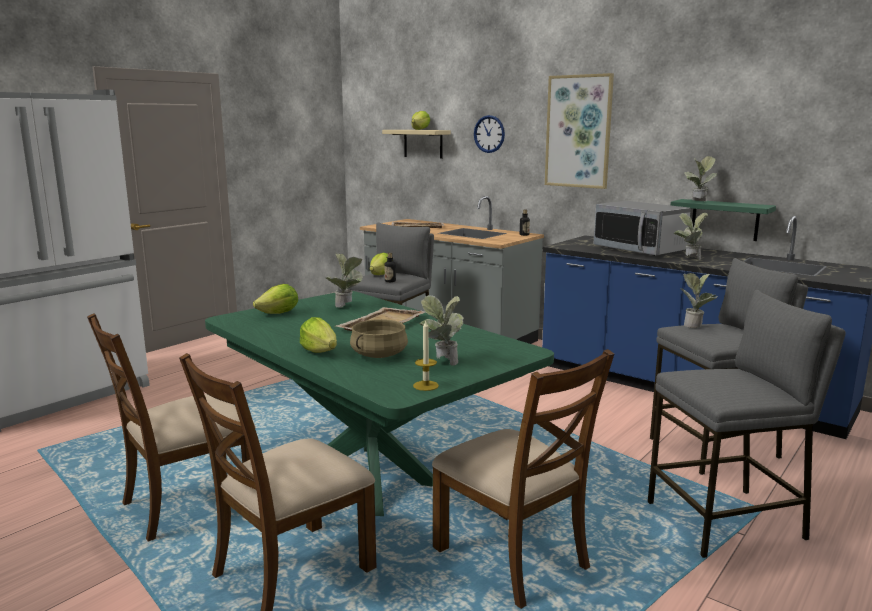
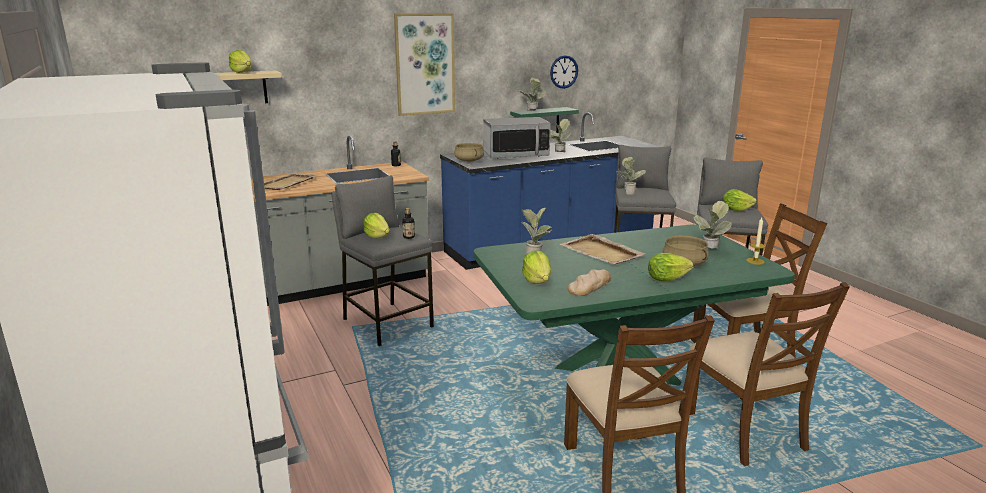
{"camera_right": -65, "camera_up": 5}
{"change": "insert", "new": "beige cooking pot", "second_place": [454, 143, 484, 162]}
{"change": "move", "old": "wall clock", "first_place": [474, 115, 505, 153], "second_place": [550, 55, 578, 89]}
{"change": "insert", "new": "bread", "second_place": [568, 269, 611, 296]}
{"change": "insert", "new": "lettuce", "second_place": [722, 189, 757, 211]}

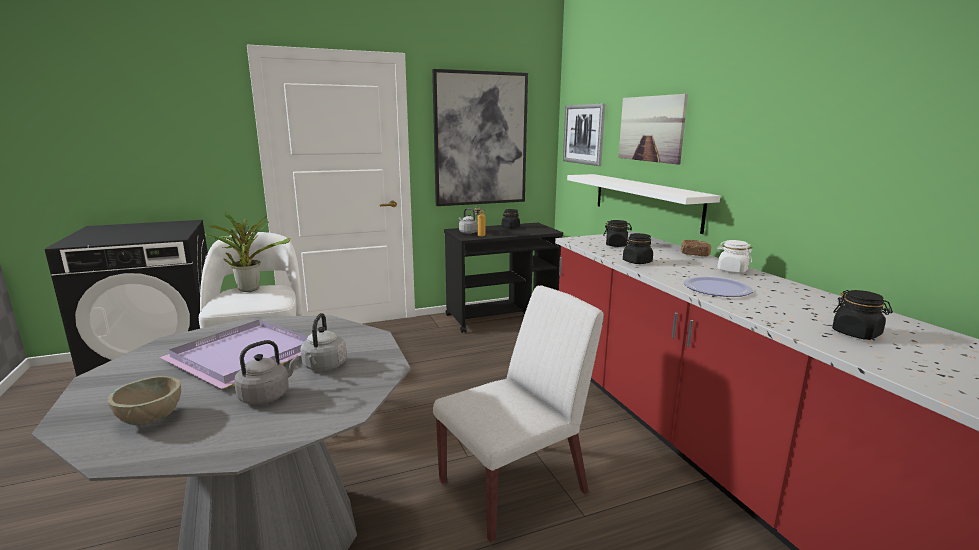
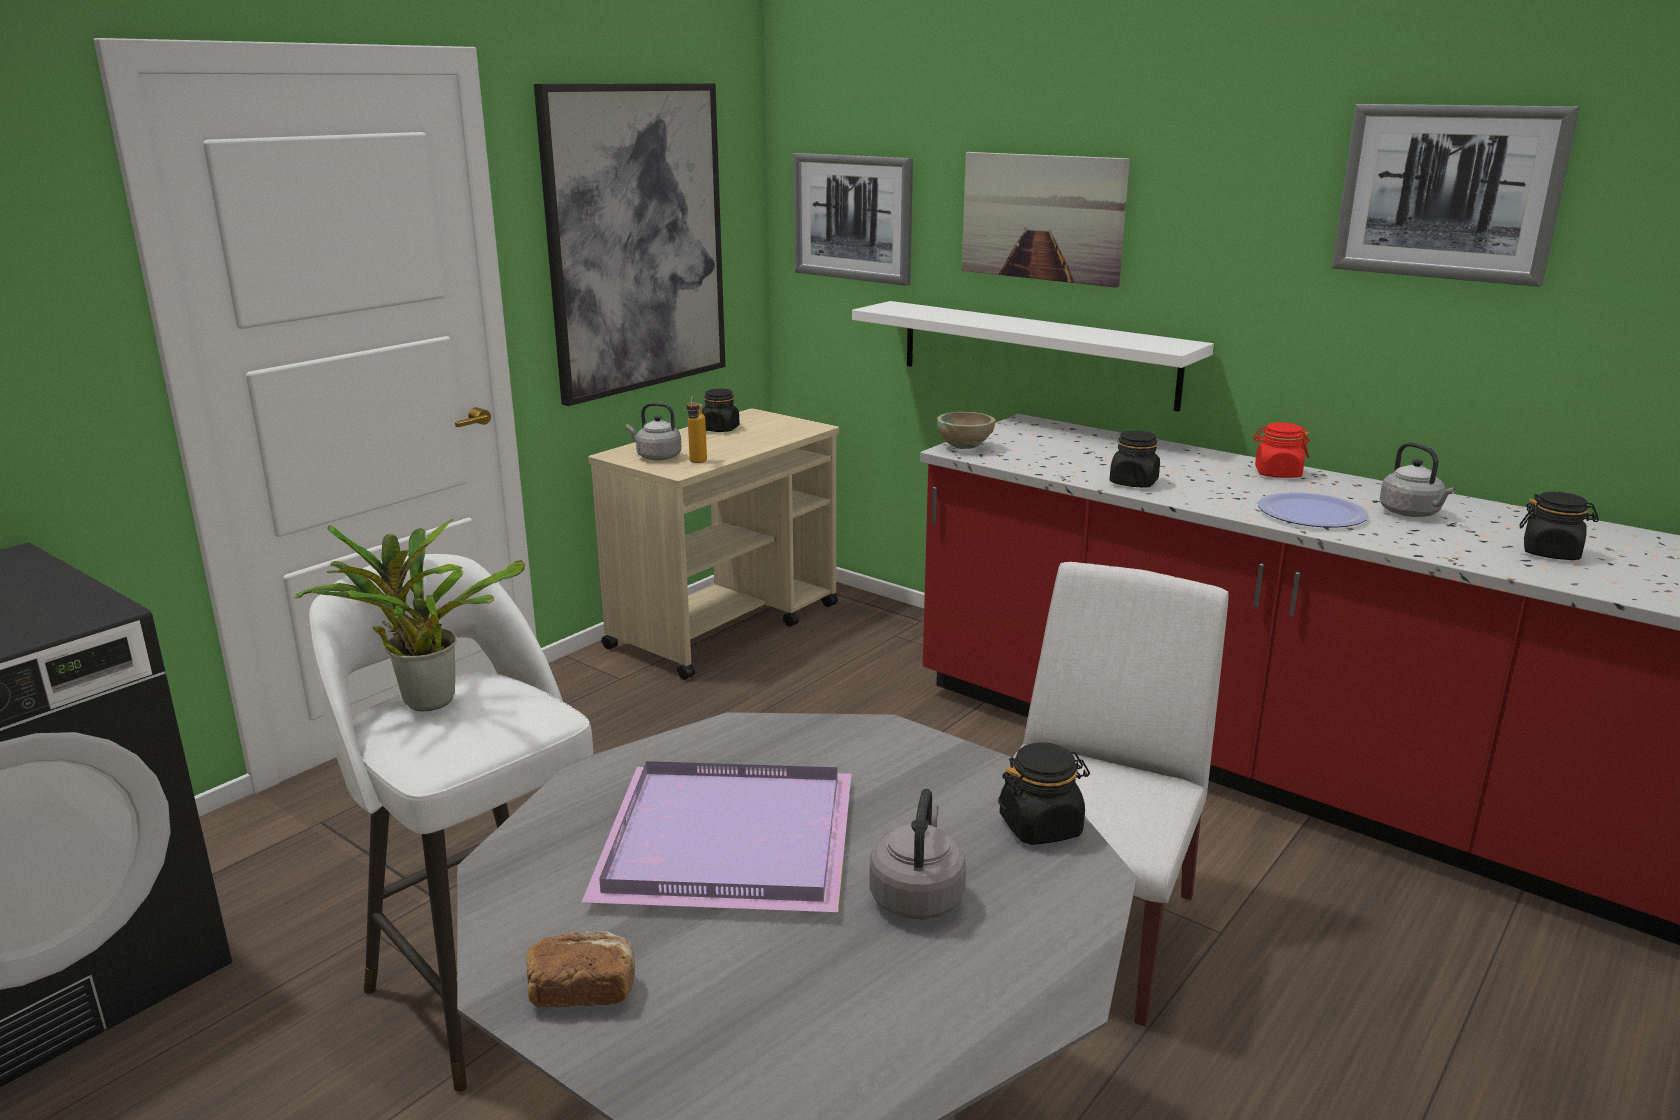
{"camera_right": -30, "camera_up": 5}
{"change": "move", "old": "bread", "first_place": [681, 240, 711, 257], "second_place": [526, 931, 635, 1007]}
{"change": "recolor", "old": "black cart", "new": "beige cart", "first_place": [444, 223, 563, 333], "second_place": [588, 408, 839, 680]}
{"change": "move", "old": "beige bowl", "first_place": [108, 376, 181, 425], "second_place": [937, 412, 995, 449]}
{"change": "move", "old": "black jar", "first_place": [603, 220, 632, 247], "second_place": [998, 742, 1090, 845]}
{"change": "recolor", "old": "white jar", "new": "red jar", "first_place": [717, 240, 753, 273], "second_place": [1253, 422, 1310, 478]}
{"change": "insert", "new": "picture", "second_place": [1332, 104, 1580, 287]}
{"change": "move", "old": "grey kettle", "first_place": [300, 313, 347, 371], "second_place": [1380, 442, 1456, 517]}

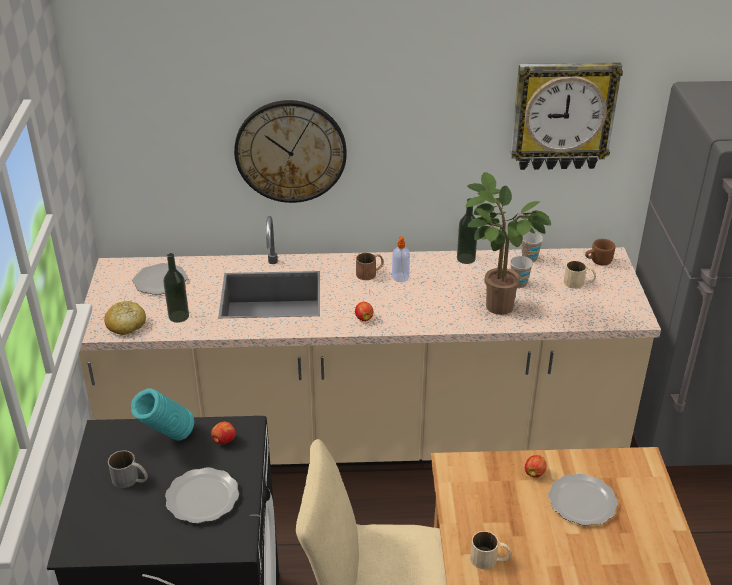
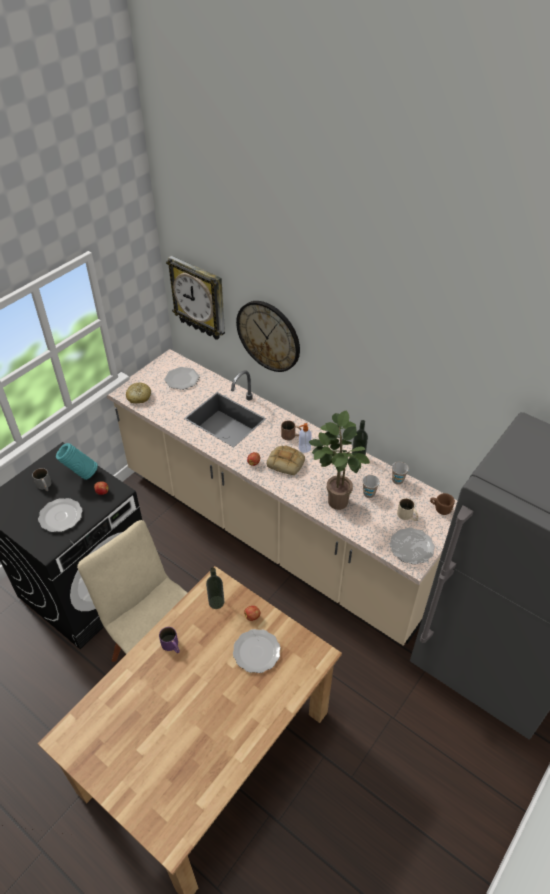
{"camera_right": 40, "camera_up": 10}
{"change": "recolor", "old": "beige mug", "new": "purple mug", "first_place": [470, 531, 511, 569], "second_place": [159, 627, 180, 653]}
{"change": "move", "old": "wall clock", "first_place": [510, 62, 623, 170], "second_place": [166, 256, 225, 340]}
{"change": "move", "old": "bottle", "first_place": [163, 253, 189, 323], "second_place": [206, 567, 224, 609]}
{"change": "insert", "new": "bread", "second_place": [267, 445, 305, 475]}
{"change": "insert", "new": "plate", "second_place": [390, 528, 435, 564]}

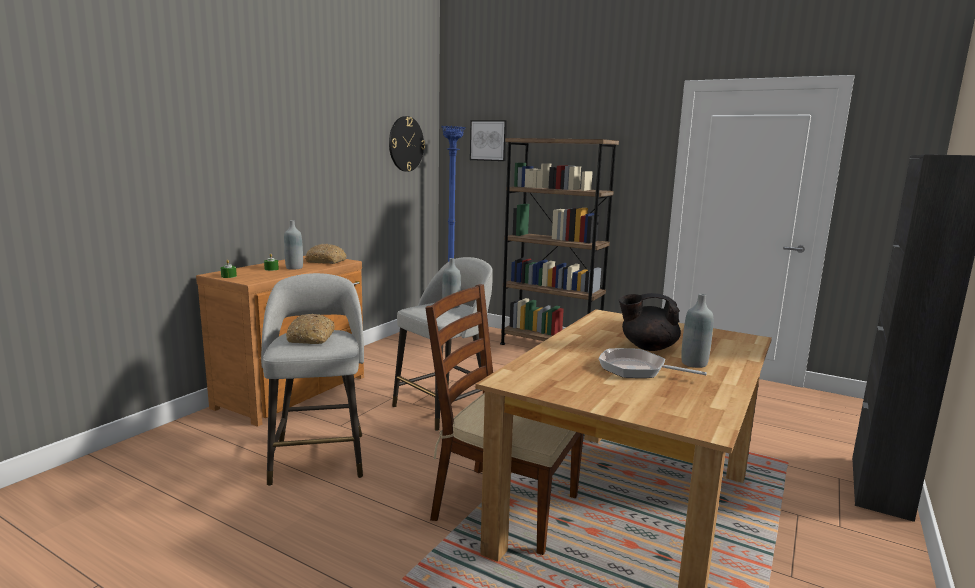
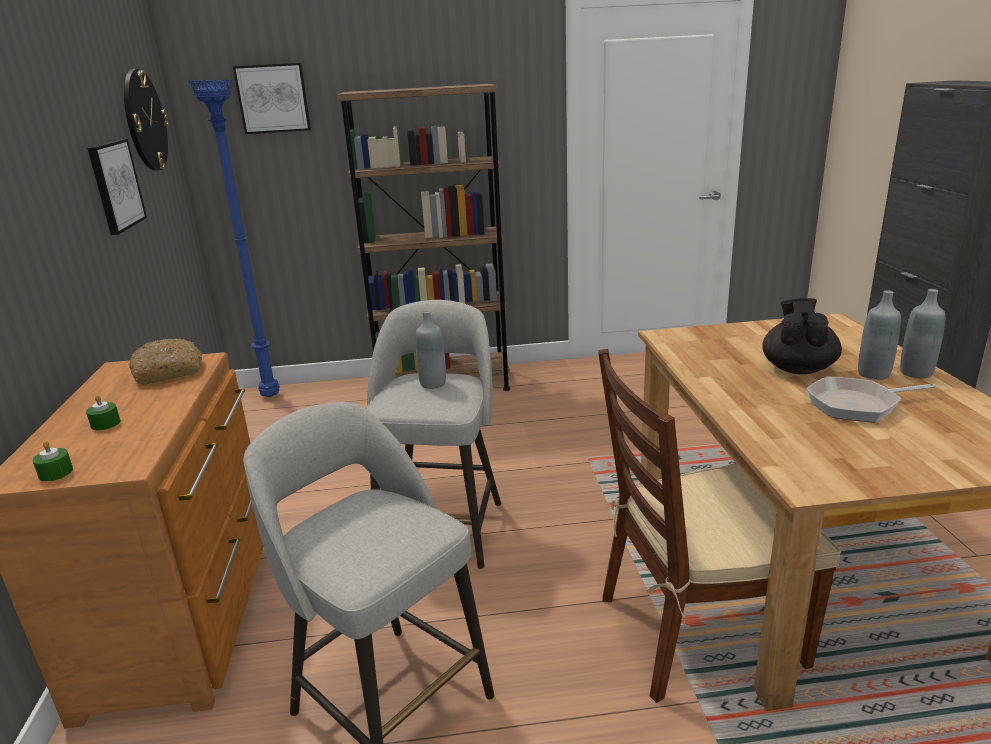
{"camera_right": -35, "camera_up": 10}
{"change": "insert", "new": "picture", "second_place": [87, 139, 147, 235]}
{"change": "rotate", "old": "black teapot", "first_place": [619, 293, 681, 351], "second_place": [762, 298, 842, 374], "degrees": 135}
{"change": "move", "old": "grey bottle", "first_place": [284, 220, 303, 270], "second_place": [900, 289, 946, 379]}
{"change": "delete", "old": "bread", "first_place": [286, 314, 335, 344]}

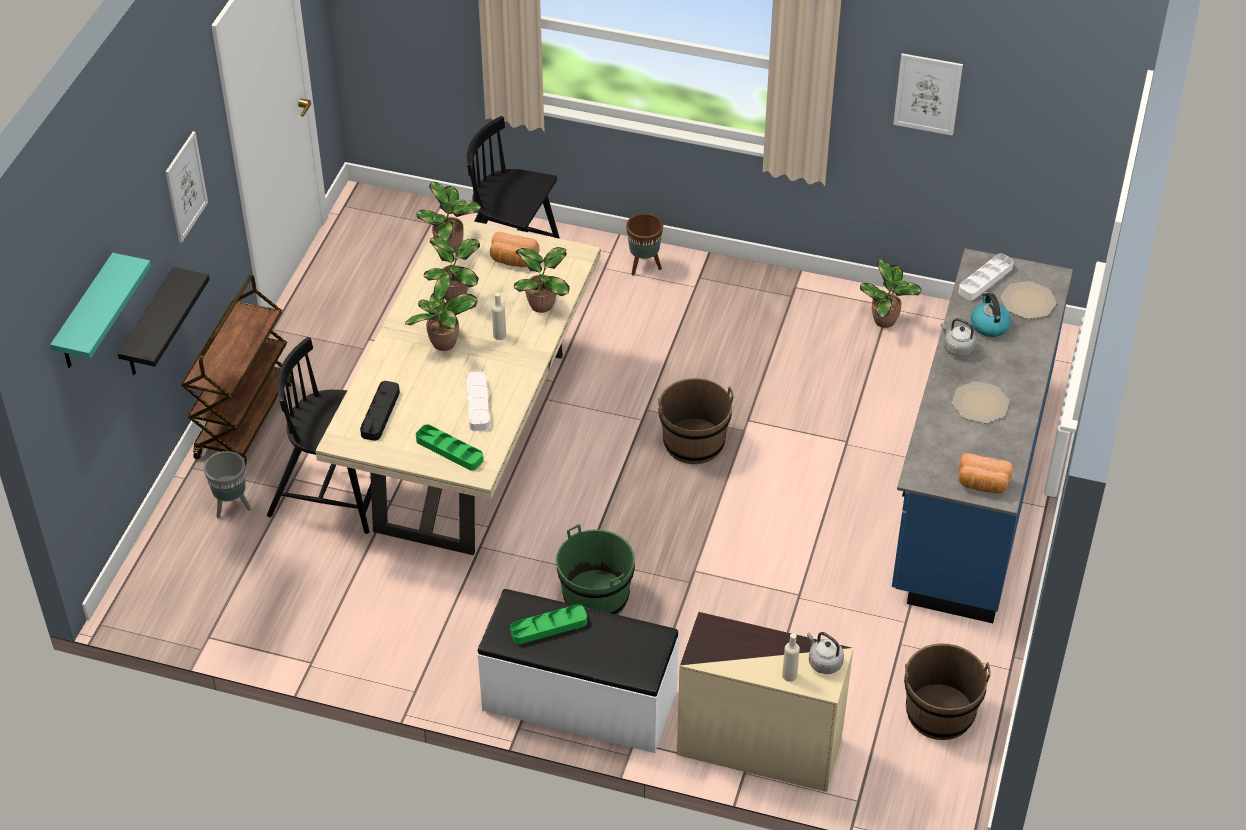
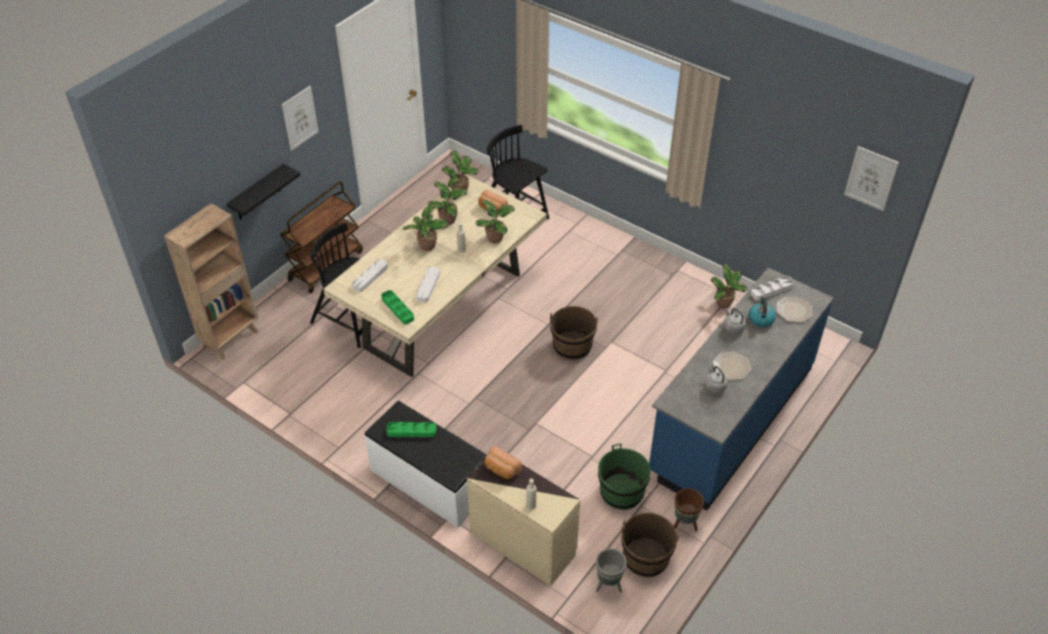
{"camera_right": 20, "camera_up": 0}
{"change": "insert", "new": "brown bookcase", "second_place": [164, 203, 258, 360]}
{"change": "recolor", "old": "black tray", "new": "white tray", "first_place": [360, 381, 400, 441], "second_place": [352, 259, 388, 292]}
{"change": "move", "old": "bread", "first_place": [958, 453, 1013, 494], "second_place": [485, 446, 522, 479]}
{"change": "move", "old": "grey planter", "first_place": [204, 451, 251, 518], "second_place": [596, 548, 627, 593]}
{"change": "move", "old": "green bucket", "first_place": [556, 524, 635, 615], "second_place": [598, 443, 651, 510]}
{"change": "move", "old": "brown planter", "first_place": [626, 213, 663, 275], "second_place": [673, 488, 704, 531]}
{"change": "move", "old": "grey kettle", "first_place": [807, 632, 844, 674], "second_place": [705, 366, 728, 393]}
{"change": "move", "old": "picture", "first_place": [893, 53, 963, 136], "second_place": [844, 146, 899, 211]}
{"change": "delete", "old": "turquoise shelf", "first_place": [50, 253, 151, 368]}

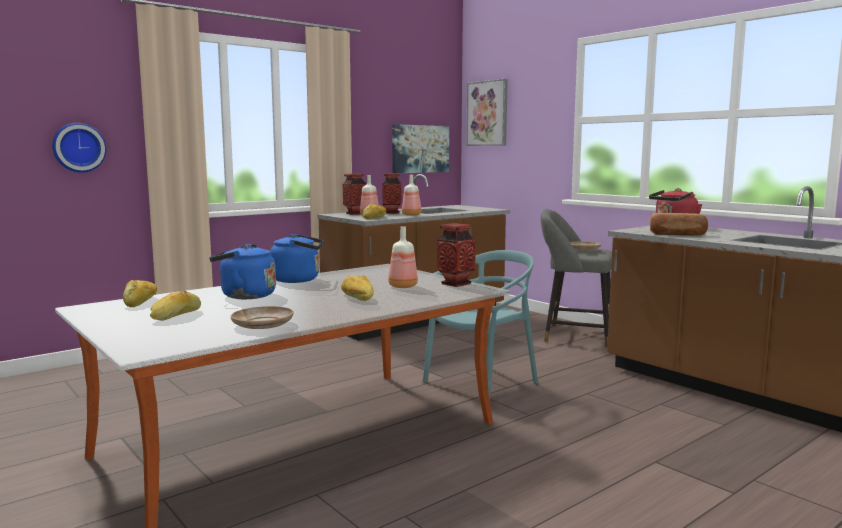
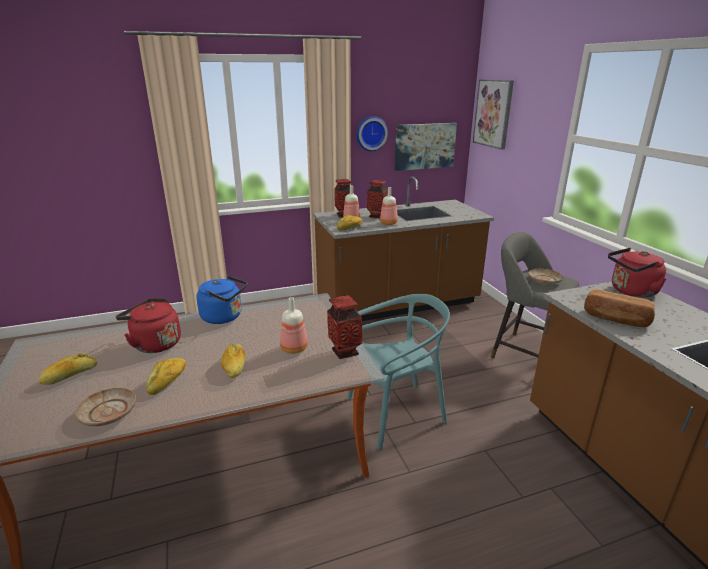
{"camera_right": 20, "camera_up": 15}
{"change": "recolor", "old": "blue kettle", "new": "red kettle", "first_place": [209, 244, 276, 299], "second_place": [116, 298, 181, 353]}
{"change": "move", "old": "bread", "first_place": [123, 280, 157, 307], "second_place": [146, 358, 186, 395]}
{"change": "move", "old": "wall clock", "first_place": [52, 123, 106, 173], "second_place": [356, 116, 388, 151]}

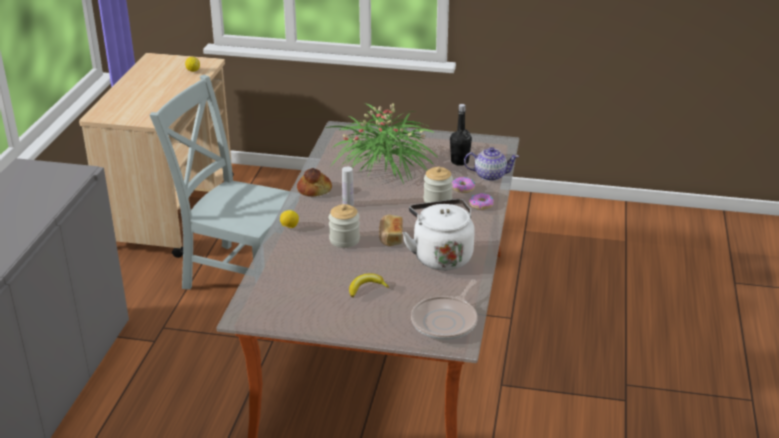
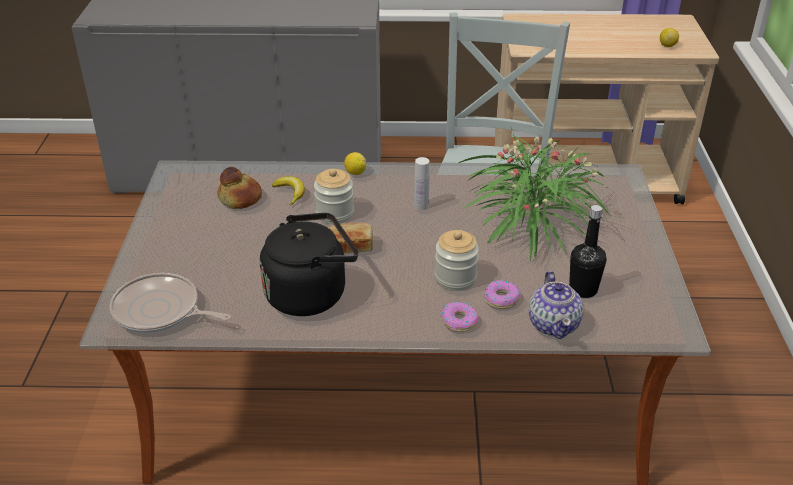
{"camera_right": 80, "camera_up": 5}
{"change": "move", "old": "bread", "first_place": [297, 168, 332, 196], "second_place": [218, 167, 262, 209]}
{"change": "recolor", "old": "white kettle", "new": "black kettle", "first_place": [402, 199, 475, 270], "second_place": [260, 213, 358, 316]}
{"change": "move", "old": "banana", "first_place": [349, 274, 389, 297], "second_place": [272, 177, 305, 206]}

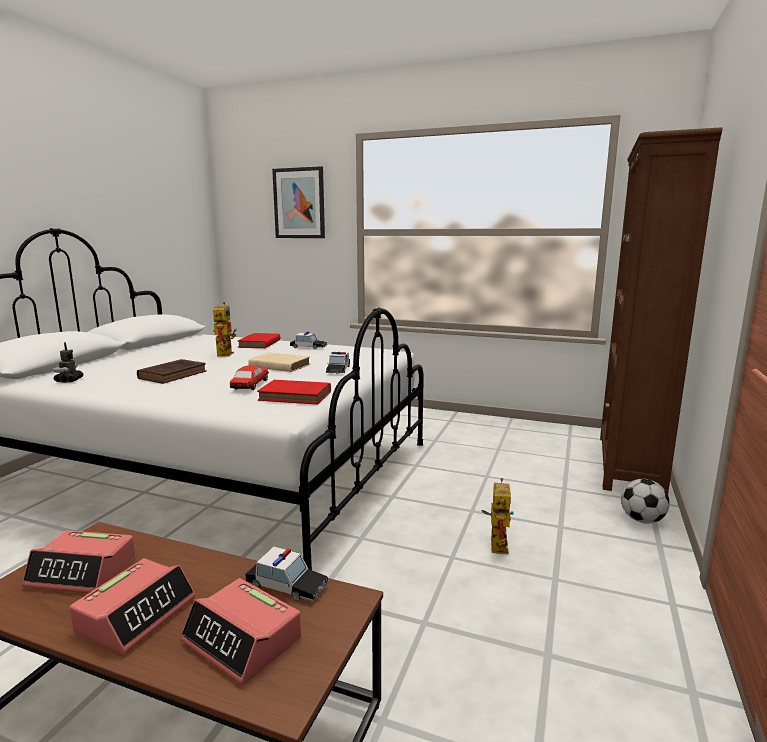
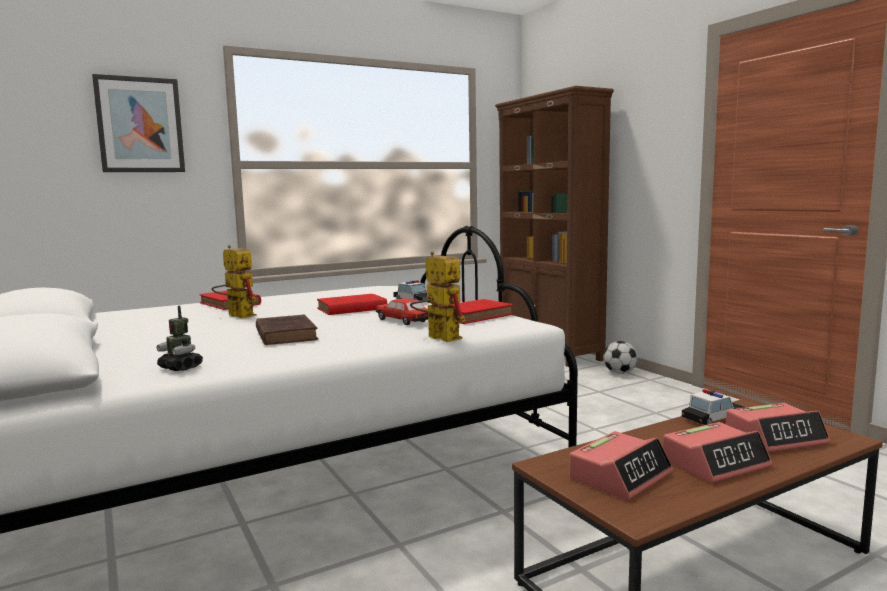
{"camera_right": -50, "camera_up": -5}
{"change": "recolor", "old": "beige book", "new": "red book", "first_place": [248, 352, 310, 372], "second_place": [317, 294, 387, 315]}
{"change": "move", "old": "toy robot", "first_place": [481, 478, 514, 554], "second_place": [410, 251, 466, 342]}
{"change": "rotate", "old": "alarm clock", "first_place": [70, 558, 196, 654], "second_place": [663, 422, 772, 483], "degrees": 90}
{"change": "delete", "old": "toy car", "first_place": [290, 332, 327, 349]}

